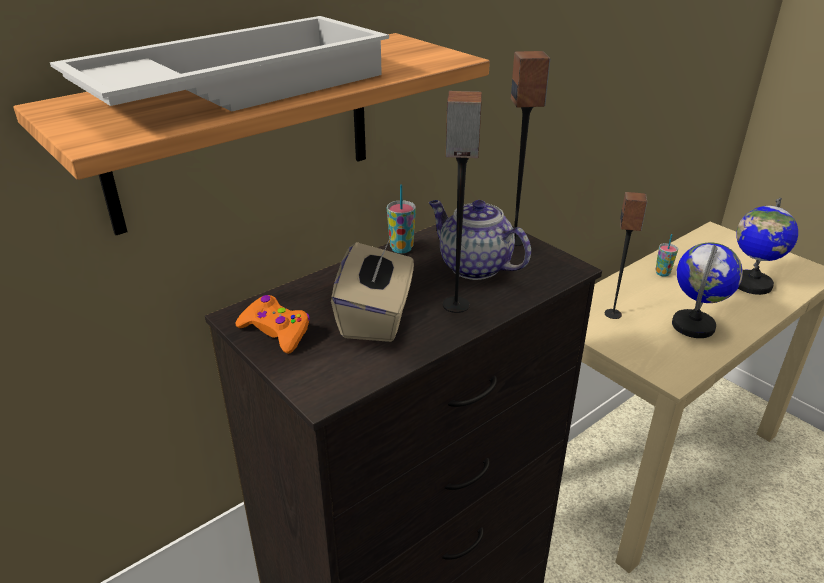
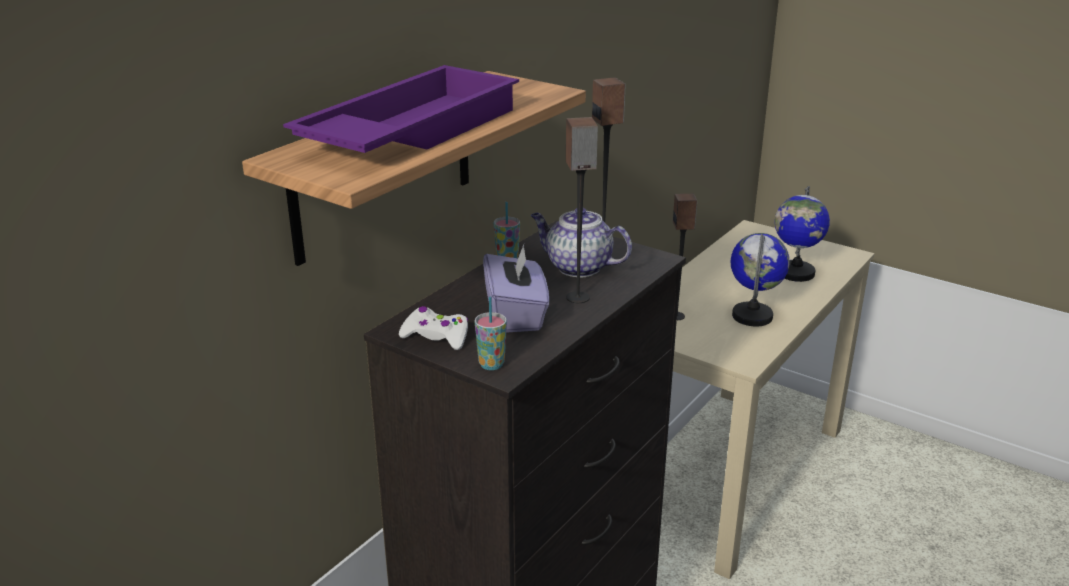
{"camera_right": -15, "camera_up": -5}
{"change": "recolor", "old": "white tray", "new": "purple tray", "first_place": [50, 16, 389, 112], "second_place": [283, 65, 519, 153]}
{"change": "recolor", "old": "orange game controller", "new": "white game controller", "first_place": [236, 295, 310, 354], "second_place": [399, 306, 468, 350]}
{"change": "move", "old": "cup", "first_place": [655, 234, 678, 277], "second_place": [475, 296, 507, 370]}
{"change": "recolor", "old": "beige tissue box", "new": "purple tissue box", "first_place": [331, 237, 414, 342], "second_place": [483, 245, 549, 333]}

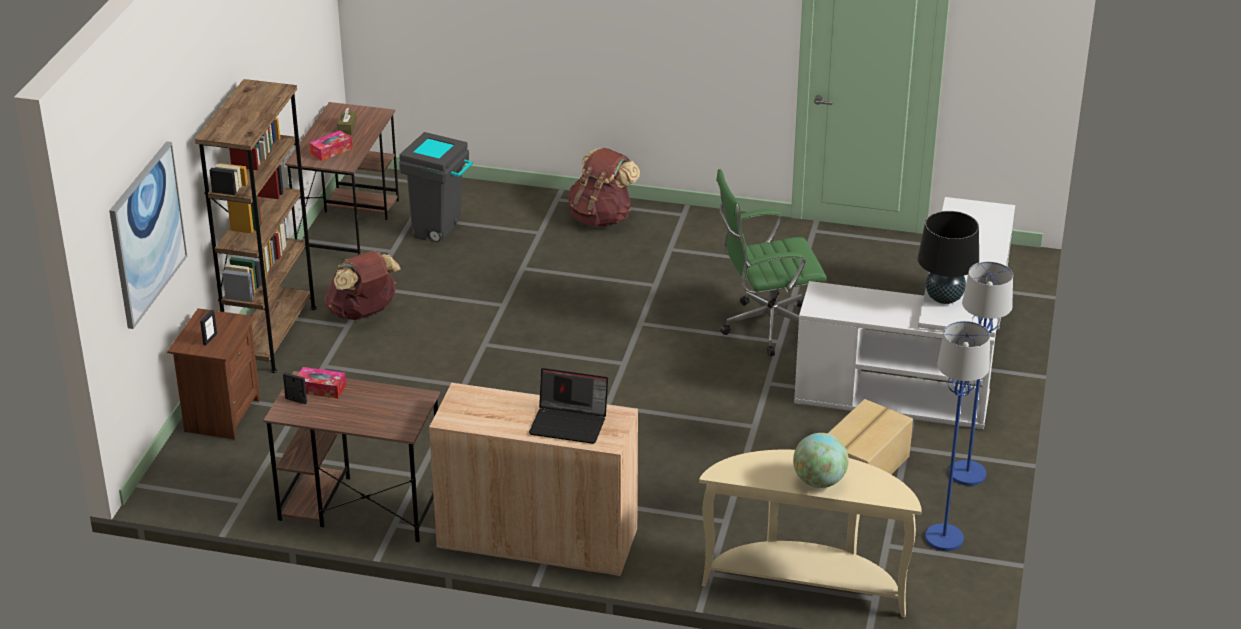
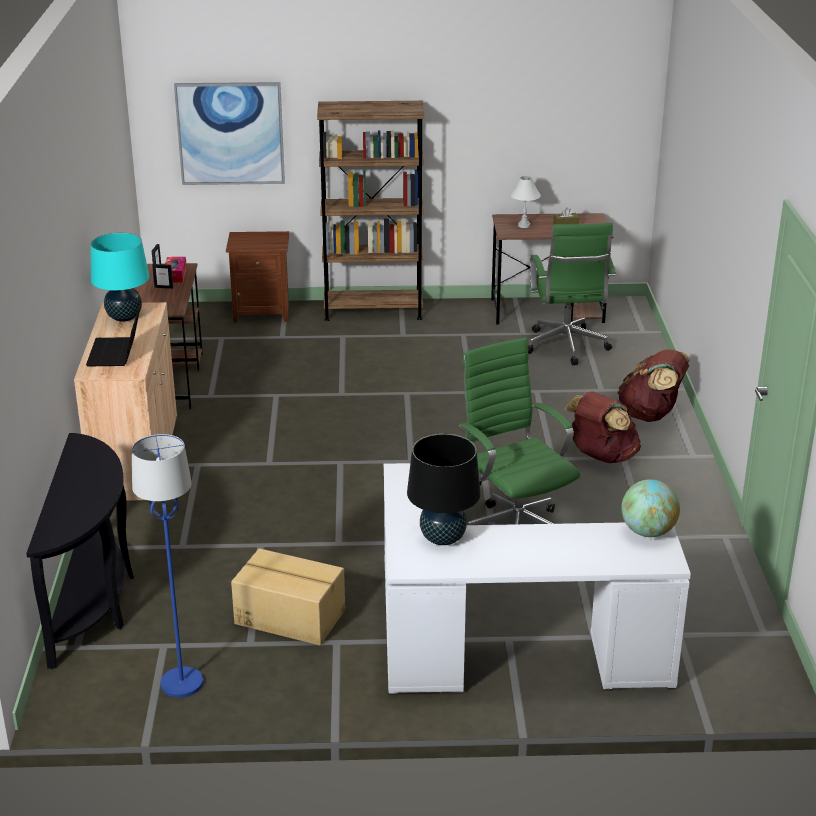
{"camera_right": 75, "camera_up": -5}
{"change": "recolor", "old": "beige console table", "new": "black console table", "first_place": [699, 450, 922, 617], "second_place": [26, 433, 134, 669]}
{"change": "insert", "new": "turquoise table lamp", "second_place": [91, 232, 149, 322]}
{"change": "move", "old": "picture frame", "first_place": [200, 310, 217, 346], "second_place": [152, 264, 173, 289]}
{"change": "replace", "old": "tissue box", "new": "white table lamp", "first_place": [309, 130, 353, 161], "second_place": [510, 176, 541, 228]}
{"change": "replace", "old": "grey trash can", "new": "green office chair", "first_place": [399, 132, 473, 242], "second_place": [528, 222, 616, 365]}
{"change": "move", "old": "brown backpack", "first_place": [325, 251, 401, 320], "second_place": [564, 391, 641, 463]}
{"change": "move", "old": "globe", "first_place": [793, 433, 849, 488], "second_place": [621, 479, 680, 537]}
{"change": "delete", "old": "blue floor lamp", "first_place": [949, 262, 1013, 486]}

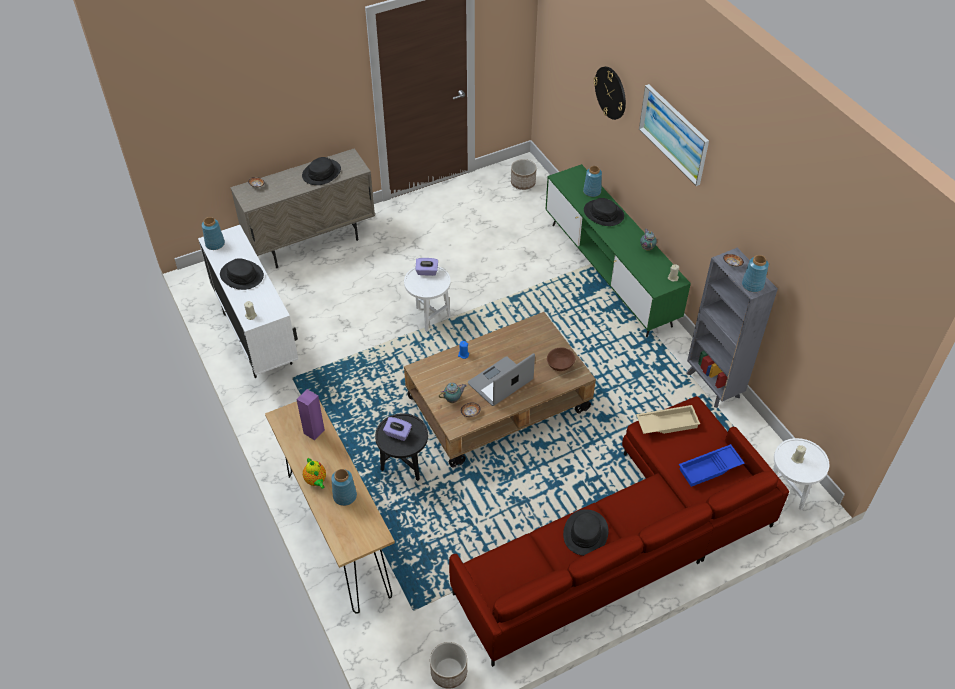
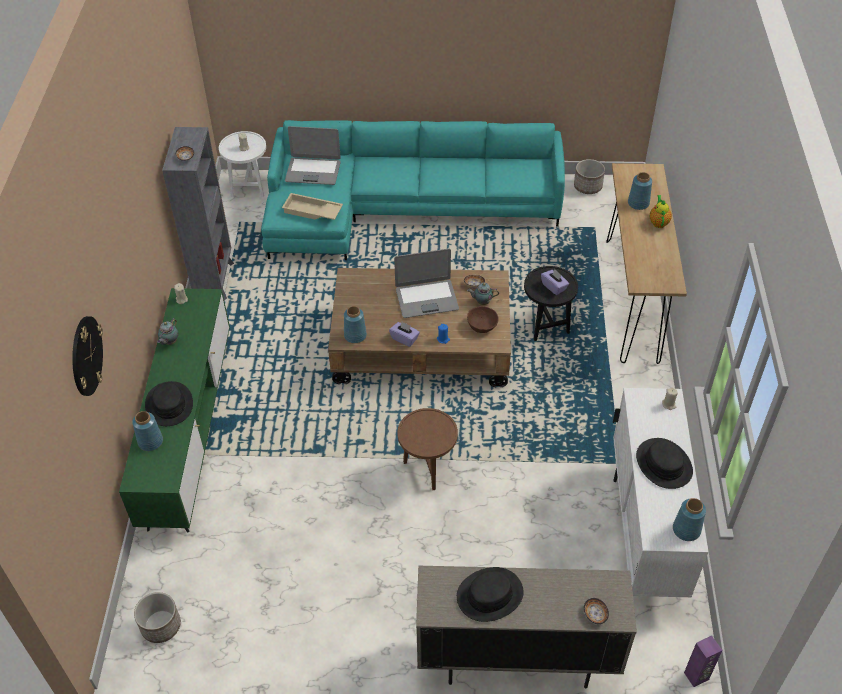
{"camera_right": -150, "camera_up": 0}
{"change": "recolor", "old": "red sofa", "new": "turquoise sofa", "first_place": [449, 396, 789, 667], "second_place": [261, 120, 565, 260]}
{"change": "replace", "old": "blue tray", "new": "laptop", "first_place": [679, 444, 745, 487], "second_place": [285, 126, 341, 185]}
{"change": "move", "old": "blue vase", "first_place": [742, 255, 769, 292], "second_place": [344, 306, 367, 343]}
{"change": "move", "old": "purple tissue box", "first_place": [415, 258, 438, 276], "second_place": [389, 321, 420, 347]}
{"change": "recolor", "old": "white side table", "new": "brown side table", "first_place": [404, 266, 451, 332], "second_place": [397, 408, 458, 490]}
{"change": "move", "old": "brown bowl", "first_place": [547, 348, 575, 371], "second_place": [467, 306, 499, 333]}
{"change": "move", "old": "purple speaker", "first_place": [296, 389, 325, 440], "second_place": [684, 636, 722, 687]}
{"change": "delete", "old": "black hat", "first_place": [563, 509, 608, 556]}
{"change": "delete", "old": "picture", "first_place": [639, 84, 709, 186]}

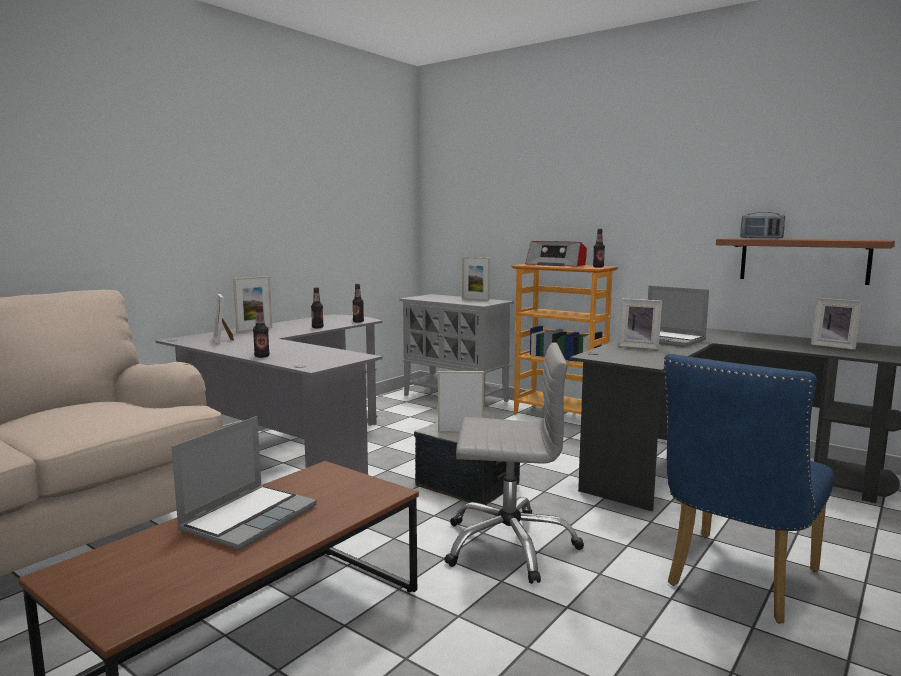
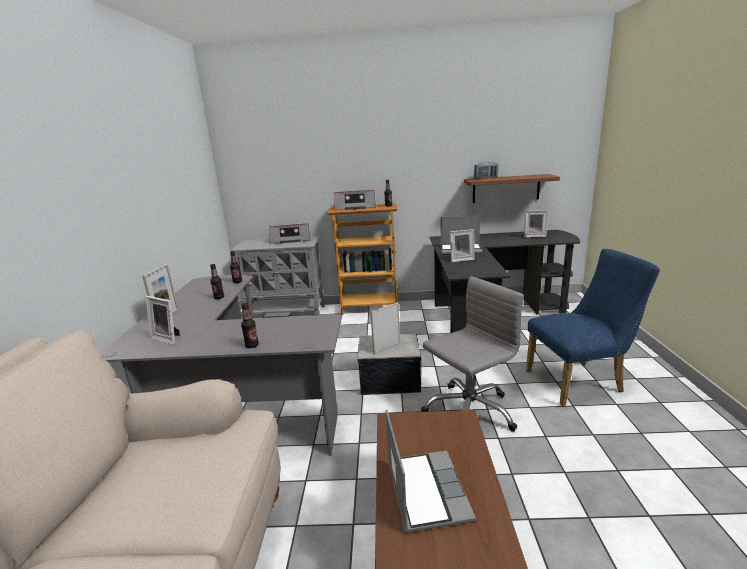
{"camera_right": -35, "camera_up": 10}
{"change": "replace", "old": "picture frame", "new": "radio", "first_place": [462, 257, 490, 301], "second_place": [269, 224, 311, 244]}
{"change": "rotate", "old": "blue chair", "first_place": [664, 354, 834, 624], "second_place": [526, 249, 660, 406], "degrees": -105}

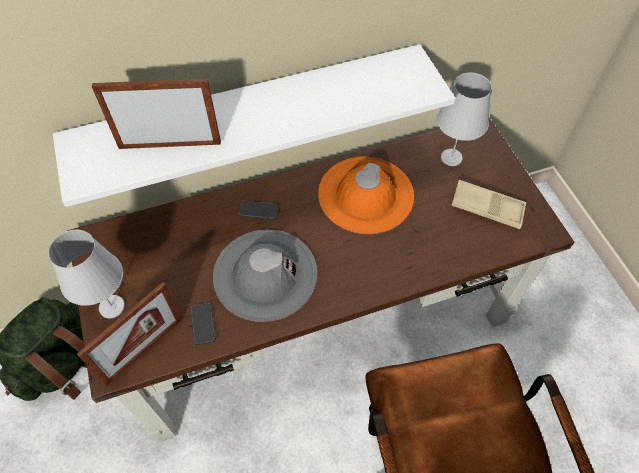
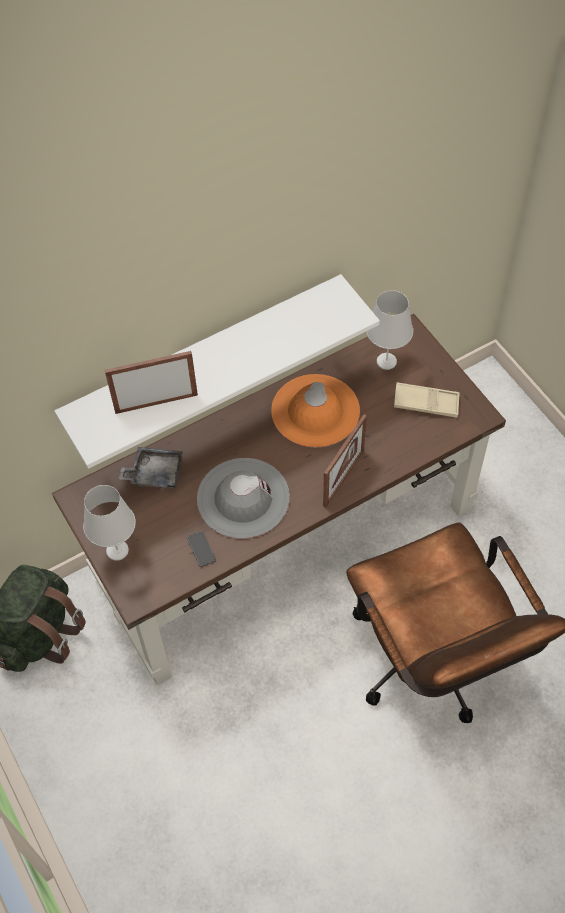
{"camera_right": -10, "camera_up": 0}
{"change": "insert", "new": "grey tray", "second_place": [119, 447, 183, 490]}
{"change": "move", "old": "picture frame", "first_place": [77, 282, 182, 385], "second_place": [323, 414, 367, 508]}
{"change": "delete", "old": "phone", "first_place": [239, 200, 279, 219]}

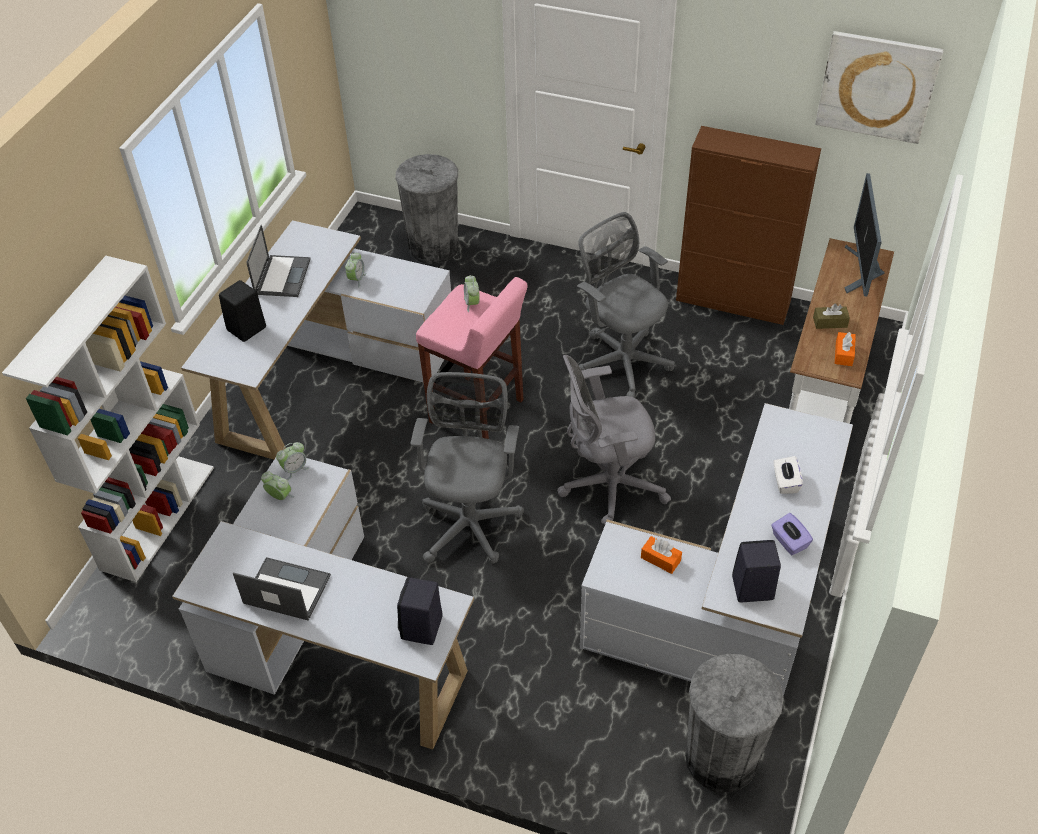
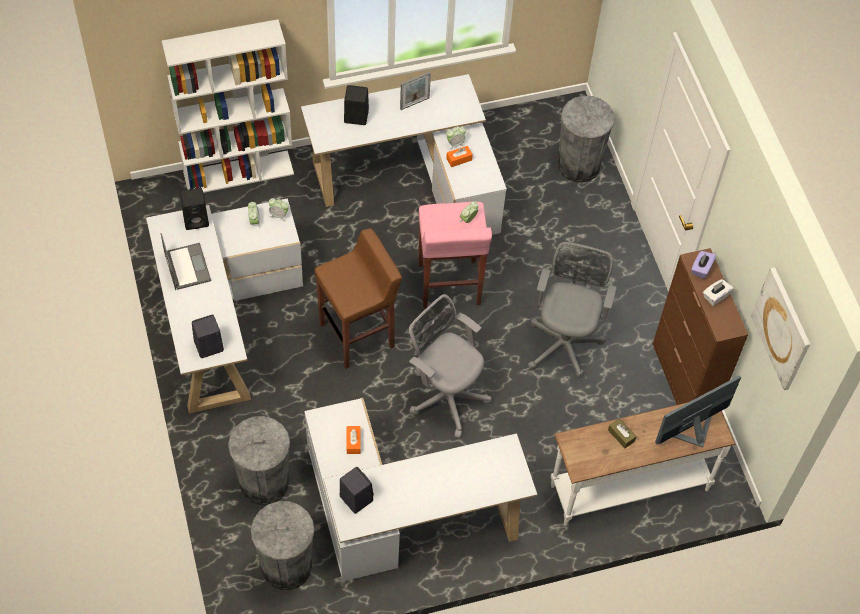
{"camera_right": 50, "camera_up": 10}
{"change": "insert", "new": "black speaker", "second_place": [180, 188, 209, 230]}
{"change": "insert", "new": "grey trash can", "second_place": [228, 416, 290, 506]}
{"change": "replace", "old": "grey office chair", "new": "brown stool", "first_place": [410, 372, 524, 564], "second_place": [314, 228, 402, 369]}
{"change": "replace", "old": "laptop", "new": "picture frame", "first_place": [246, 225, 311, 297], "second_place": [400, 72, 431, 110]}
{"change": "move", "old": "orange tissue box", "first_place": [835, 332, 856, 366], "second_place": [446, 146, 473, 167]}
{"change": "move", "old": "purple tissue box", "first_place": [771, 513, 813, 555], "second_place": [691, 251, 716, 279]}
{"change": "move", "old": "white tissue box", "first_place": [773, 456, 803, 494], "second_place": [703, 279, 734, 306]}

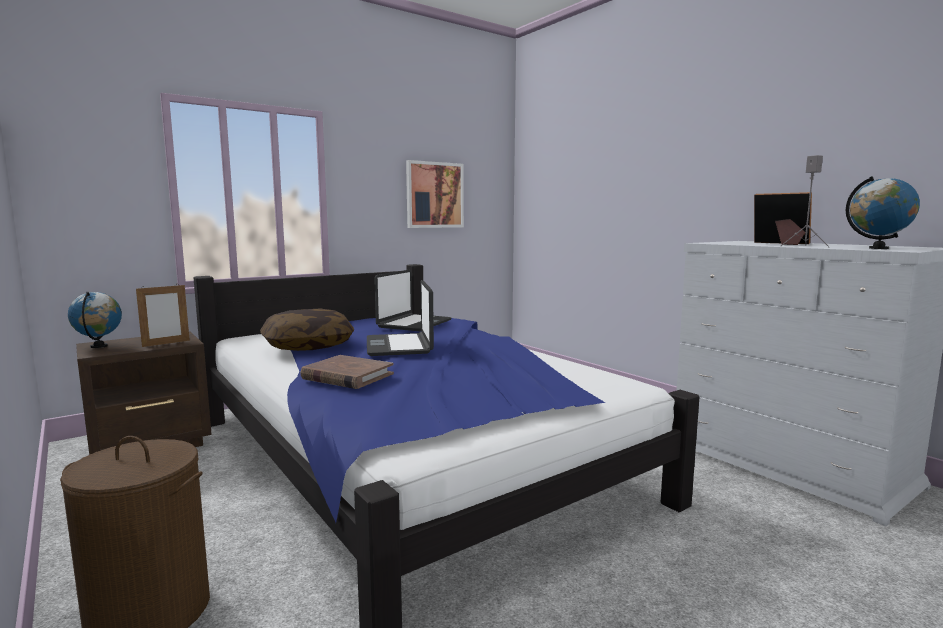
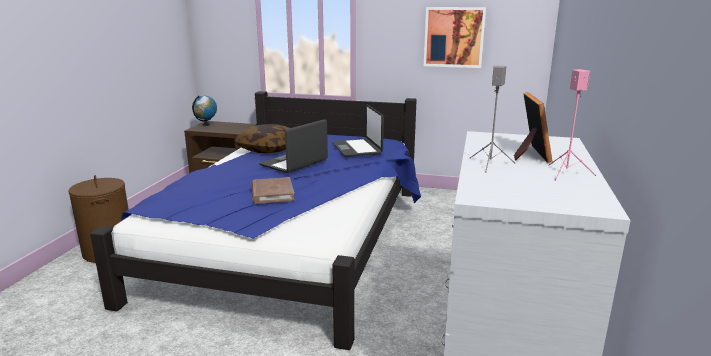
{"camera_right": 50, "camera_up": 10}
{"change": "move", "old": "brown book", "first_place": [300, 355, 394, 389], "second_place": [252, 177, 295, 204]}
{"change": "rotate", "old": "laptop", "first_place": [374, 270, 451, 331], "second_place": [332, 105, 384, 157], "degrees": 90}
{"change": "insert", "new": "pink speaker", "second_place": [548, 69, 597, 181]}
{"change": "delete", "old": "picture frame", "first_place": [136, 284, 190, 347]}
{"change": "delete", "old": "globe", "first_place": [846, 176, 920, 249]}

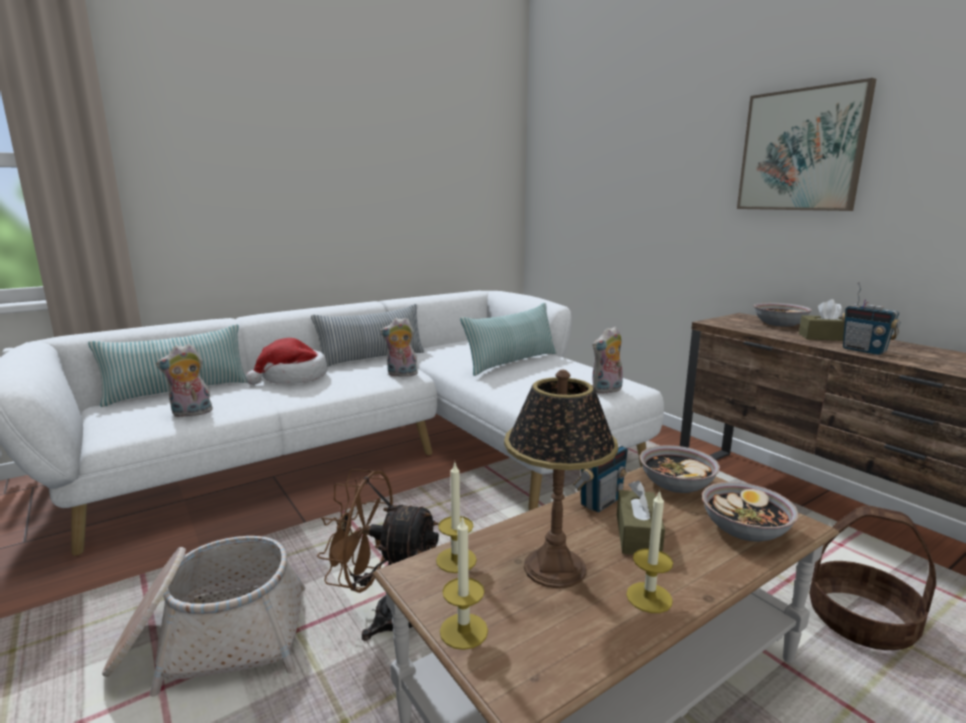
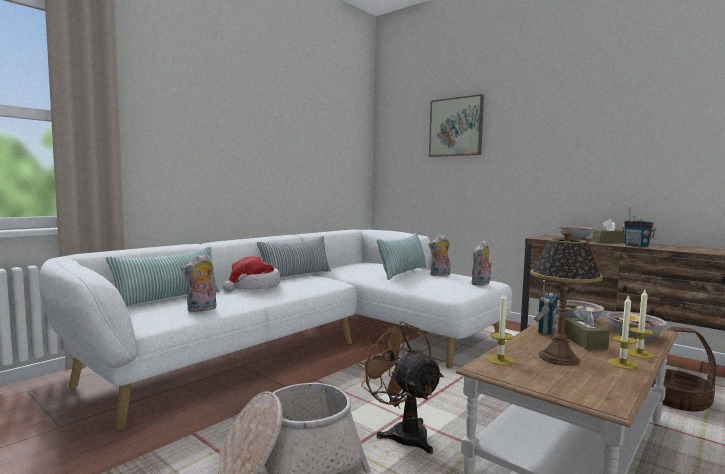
{"camera_right": -15, "camera_up": -10}
{"change": "rotate", "old": "brown fan", "first_place": [317, 469, 439, 641], "second_place": [357, 322, 444, 454], "degrees": 60}
{"change": "move", "old": "plush toy", "first_place": [380, 317, 419, 378], "second_place": [428, 235, 450, 276]}
{"change": "move", "old": "picture", "first_place": [737, 78, 876, 211], "second_place": [429, 94, 484, 157]}
{"change": "move", "old": "candle", "first_place": [440, 516, 488, 650], "second_place": [627, 290, 654, 359]}

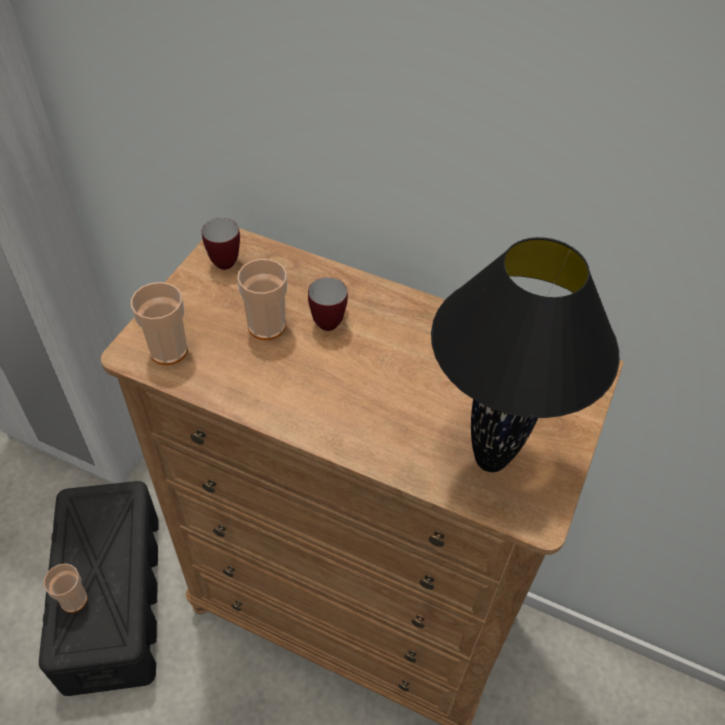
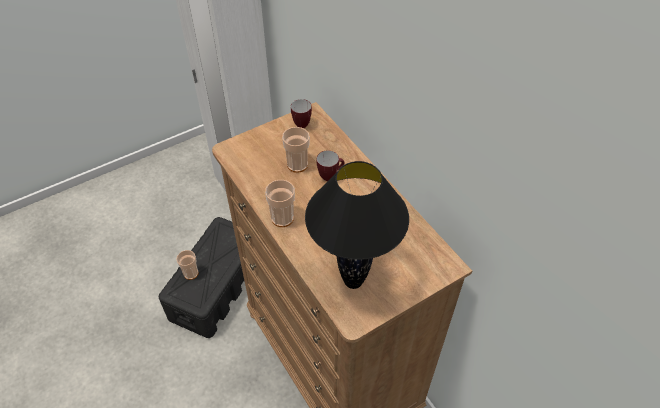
{"camera_right": 35, "camera_up": 0}
{"change": "move", "old": "cup", "first_place": [131, 282, 188, 365], "second_place": [265, 180, 295, 227]}

